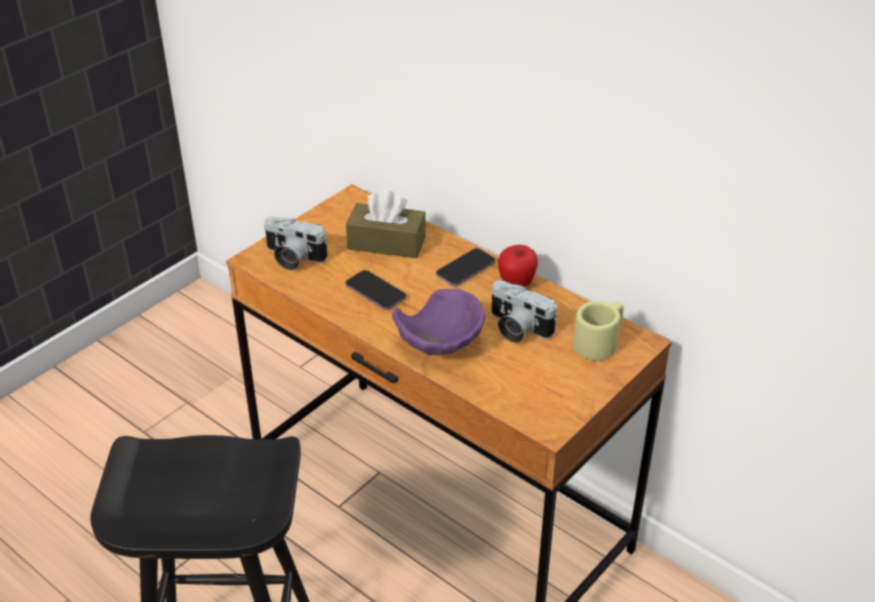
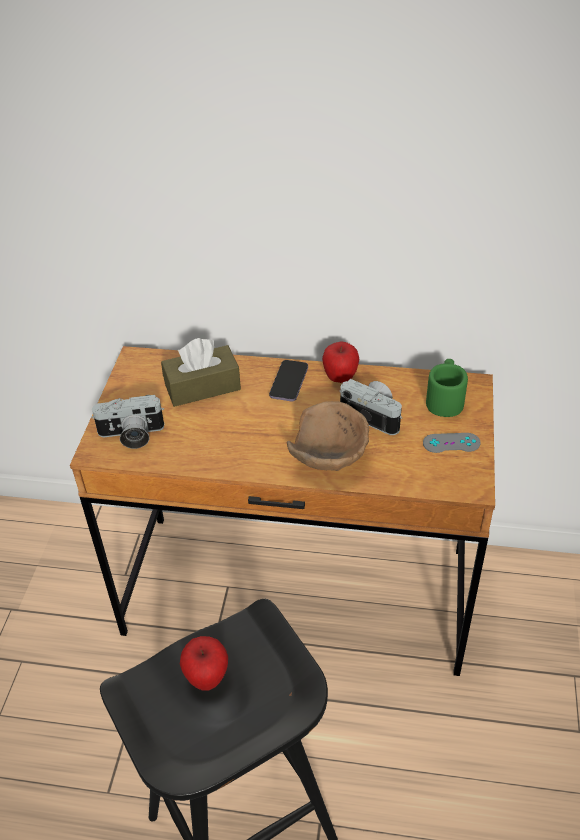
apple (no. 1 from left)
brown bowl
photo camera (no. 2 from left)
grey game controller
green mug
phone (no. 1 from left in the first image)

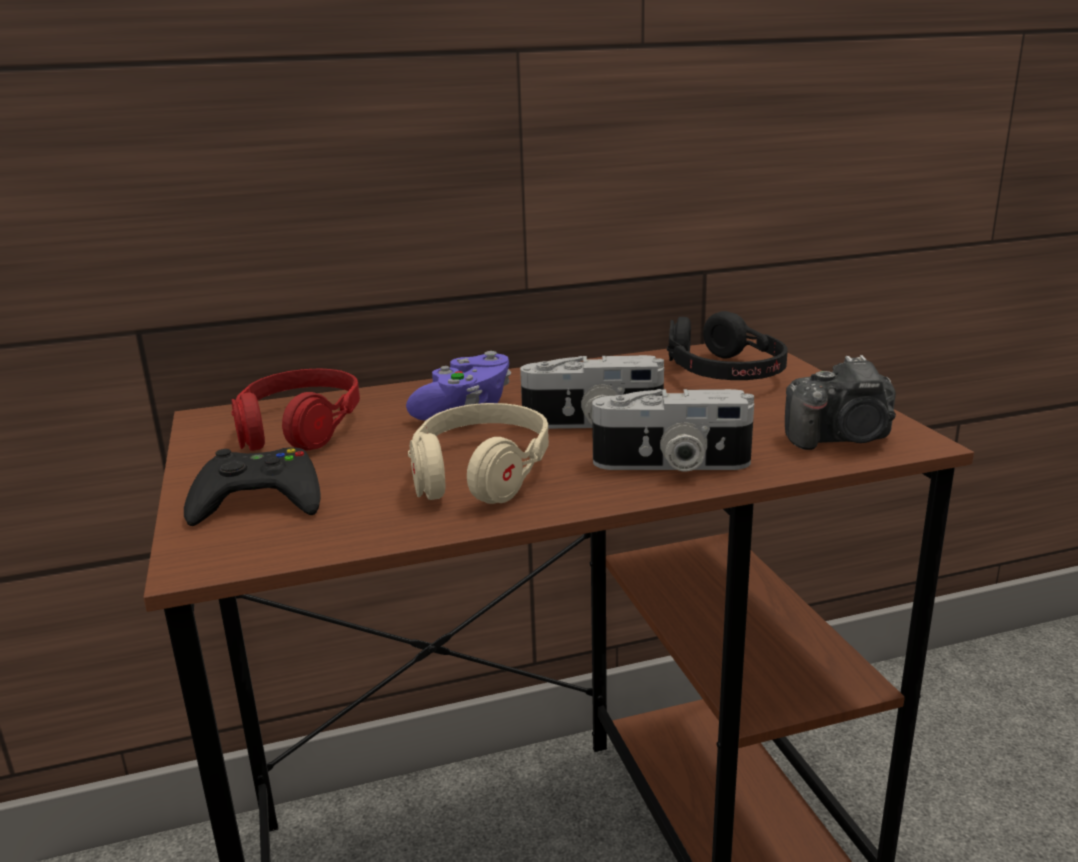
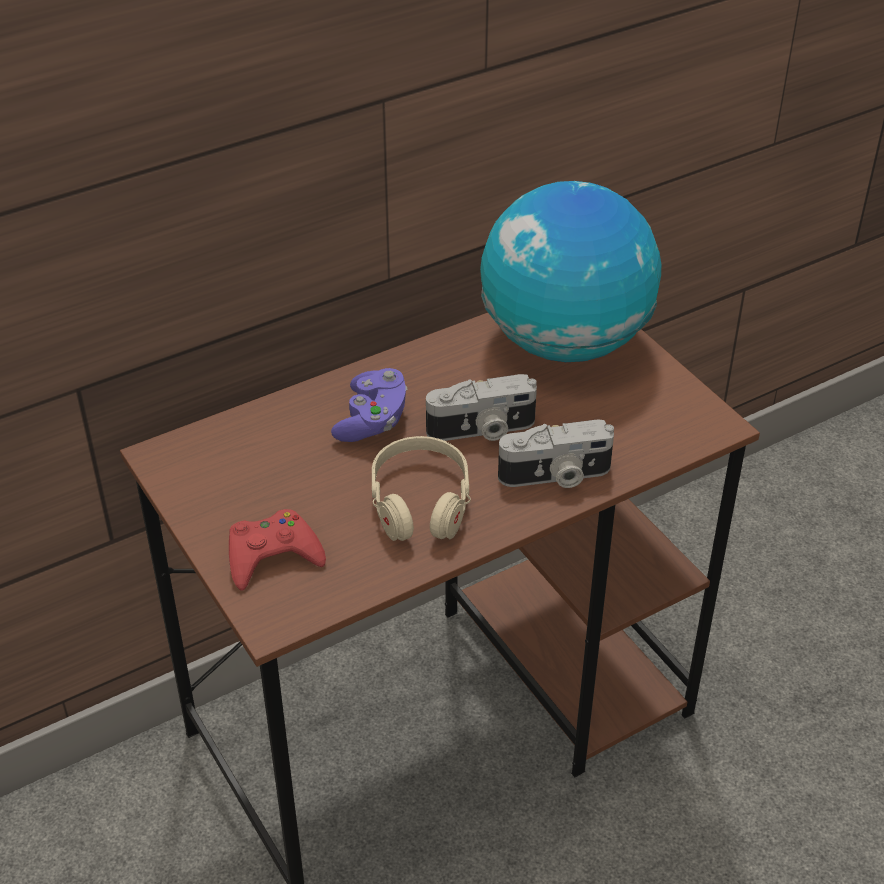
red game controller
globe
red headphones
photo camera (no. 3 from left in the first image)

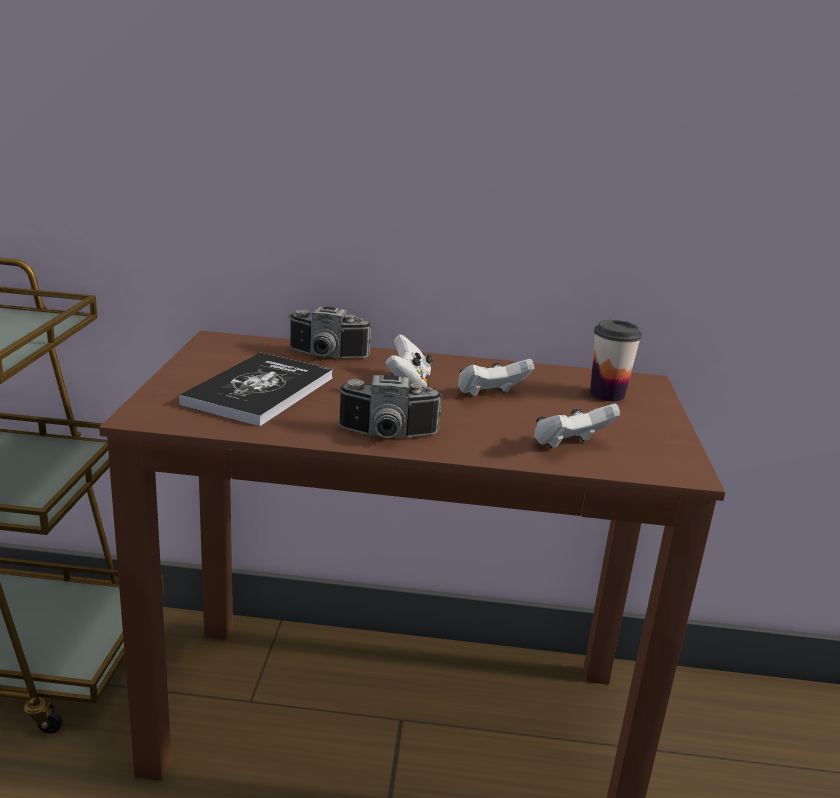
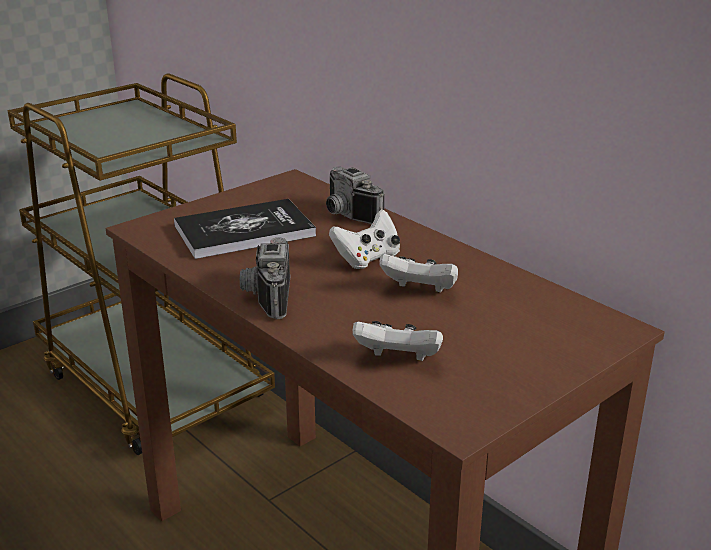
photo camera (no. 1 from left)
cup

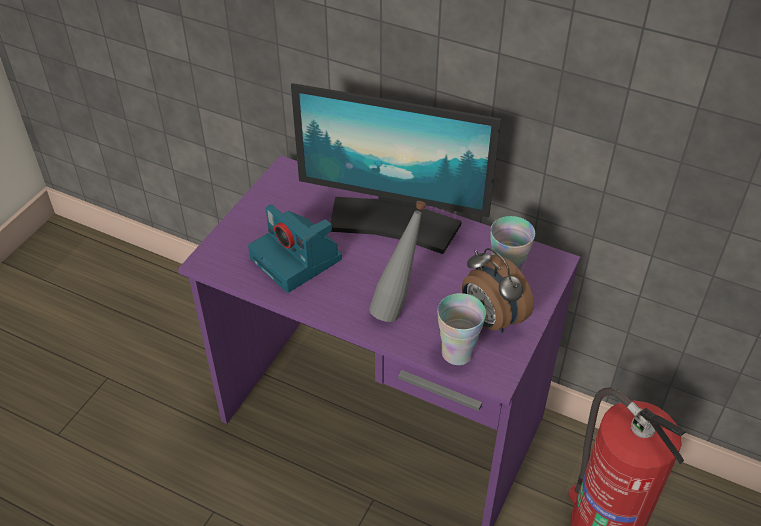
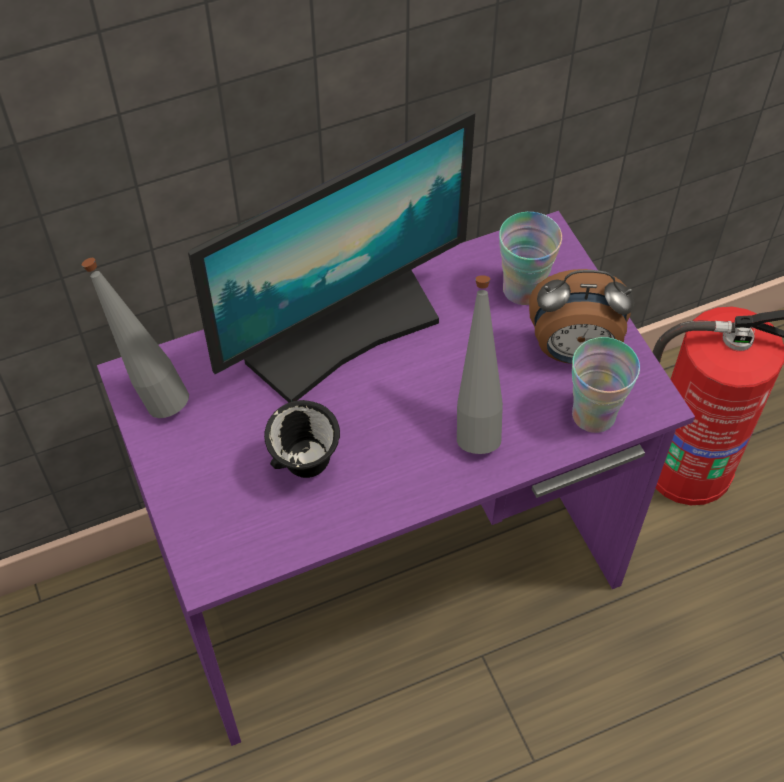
grey bottle (no. 1 from left)
black mug

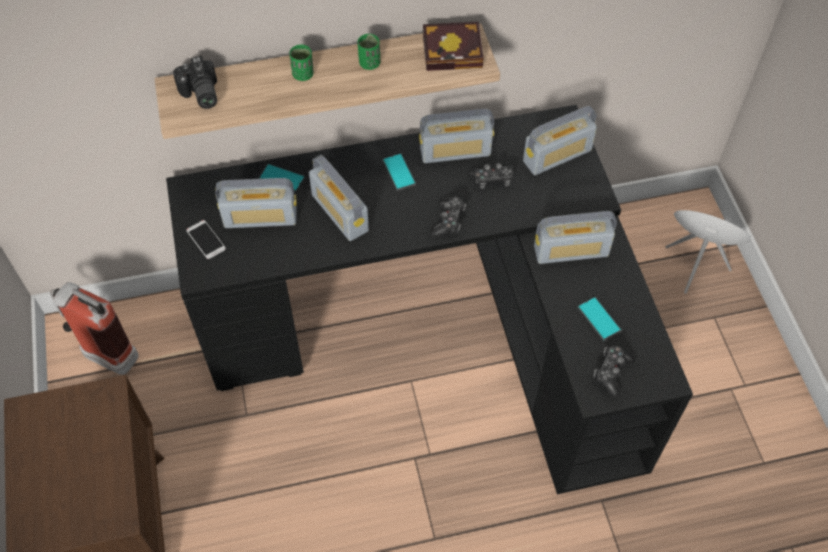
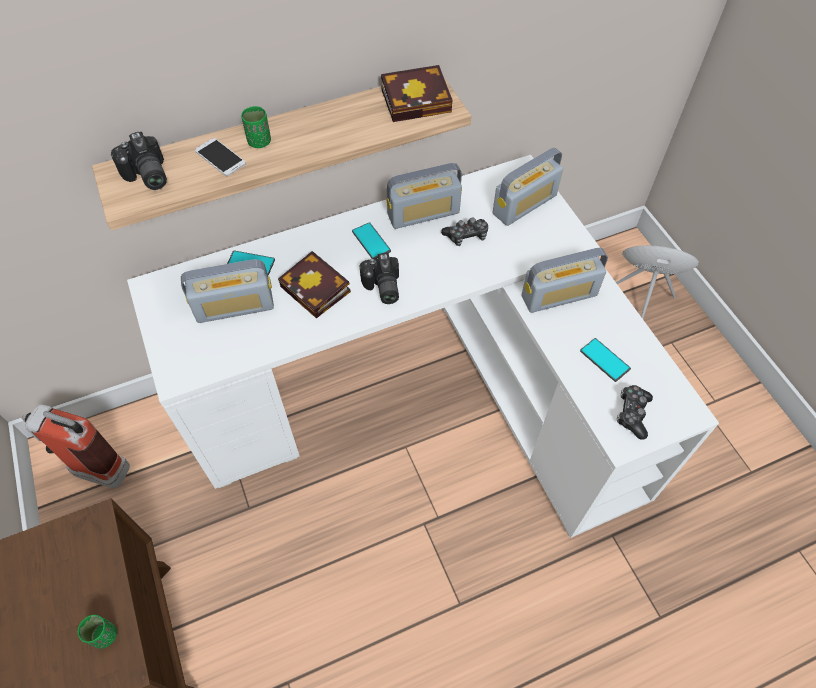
green cup (no. 1 from left)
white desk
phone (no. 1 from left)
book (no. 1 from left)
photo camera (no. 2 from left)
game controller (no. 1 from left in the first image)

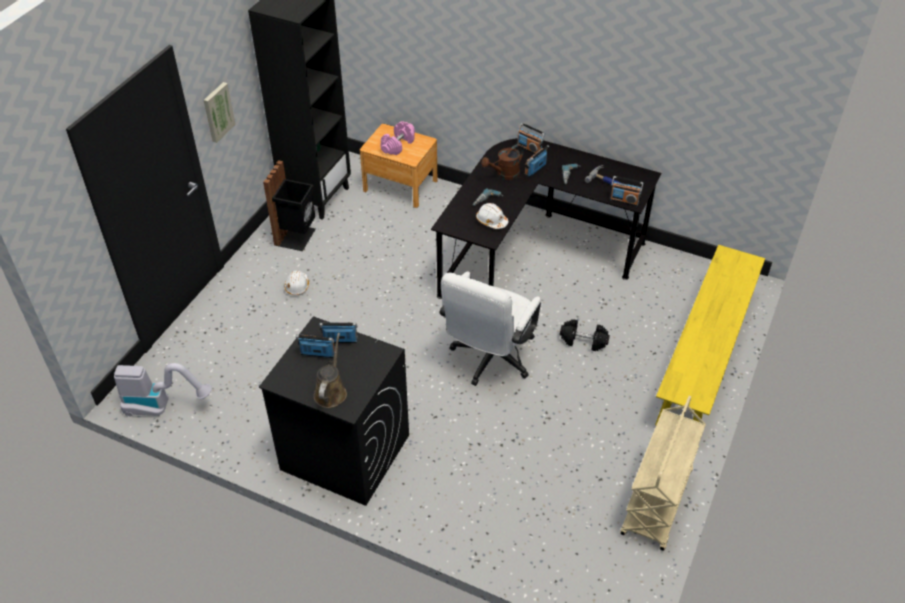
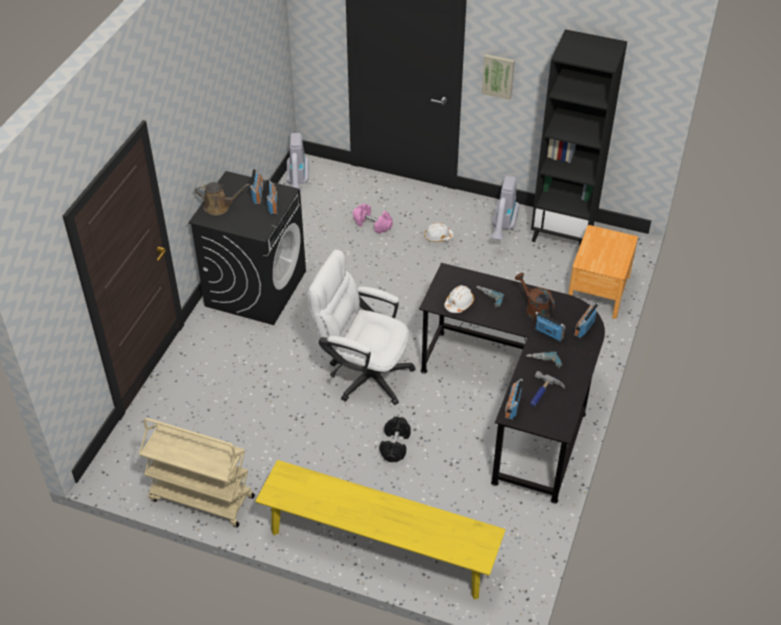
pink dumbbell
vacuum cleaner (no. 2 from left)

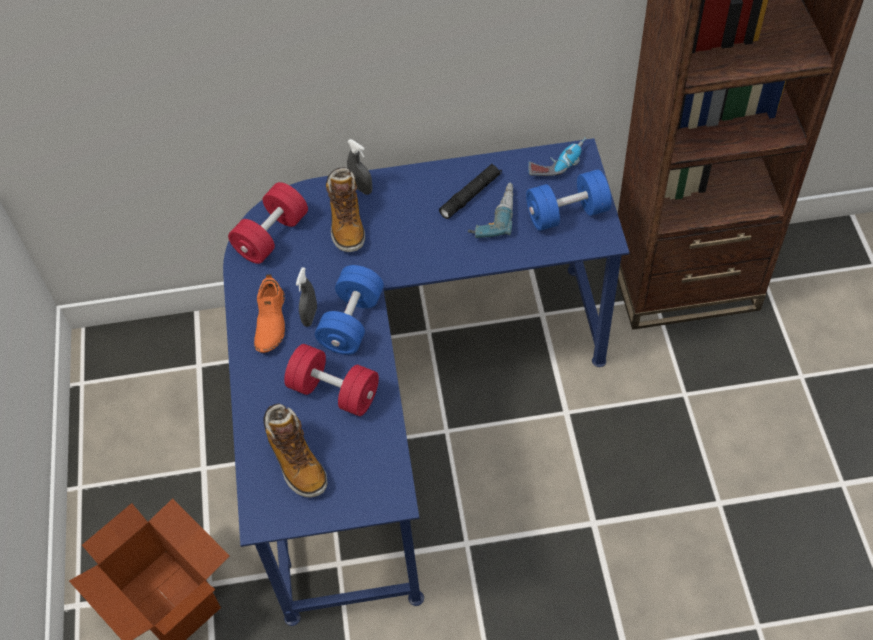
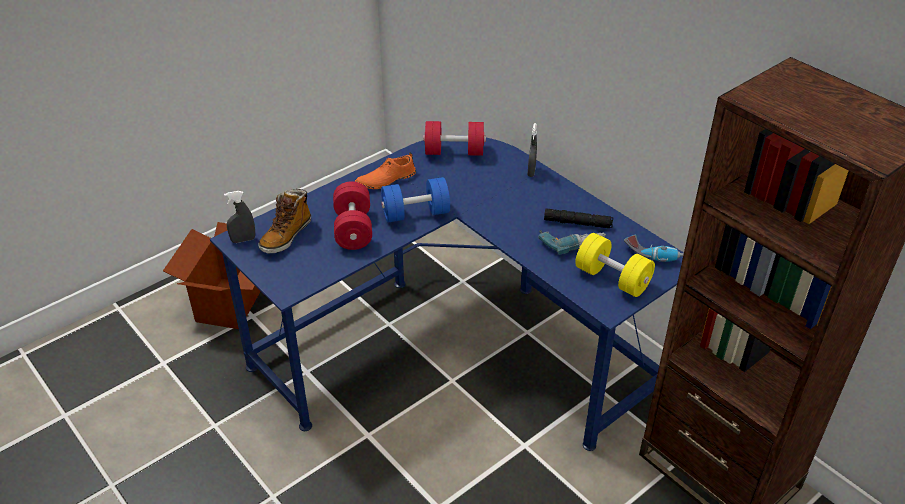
grey spray bottle (no. 1 from left)
yellow dumbbell
boot (no. 2 from left in the first image)

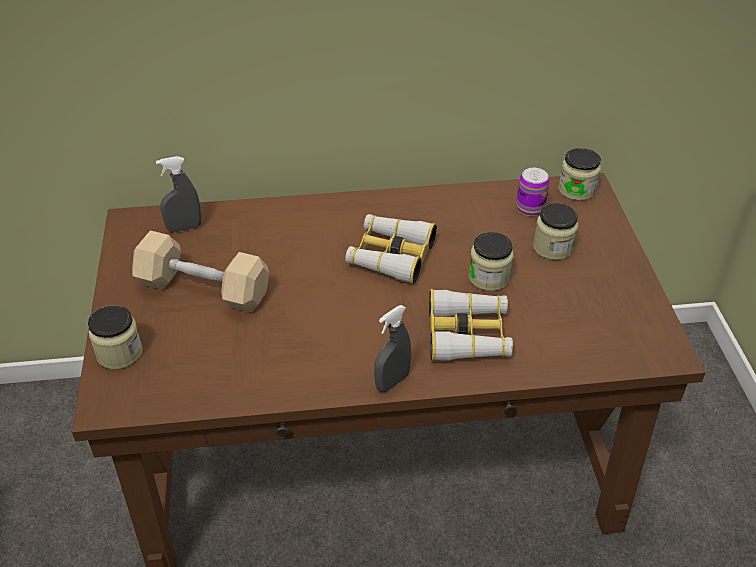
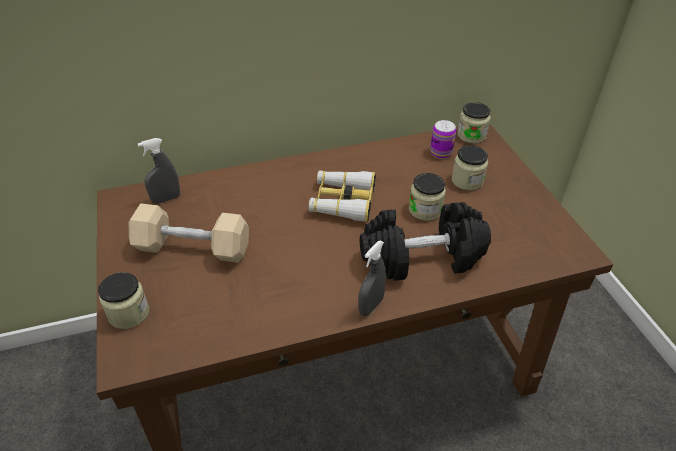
black dumbbell

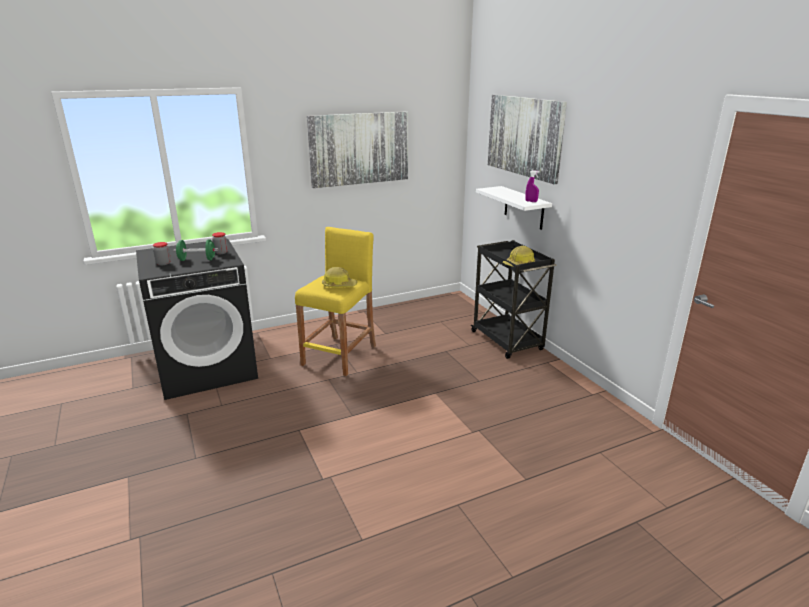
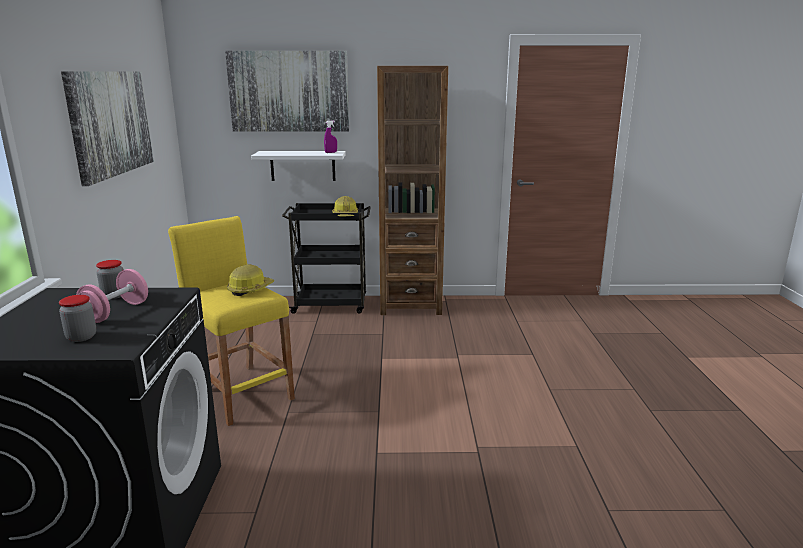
pink dumbbell
brown bookcase

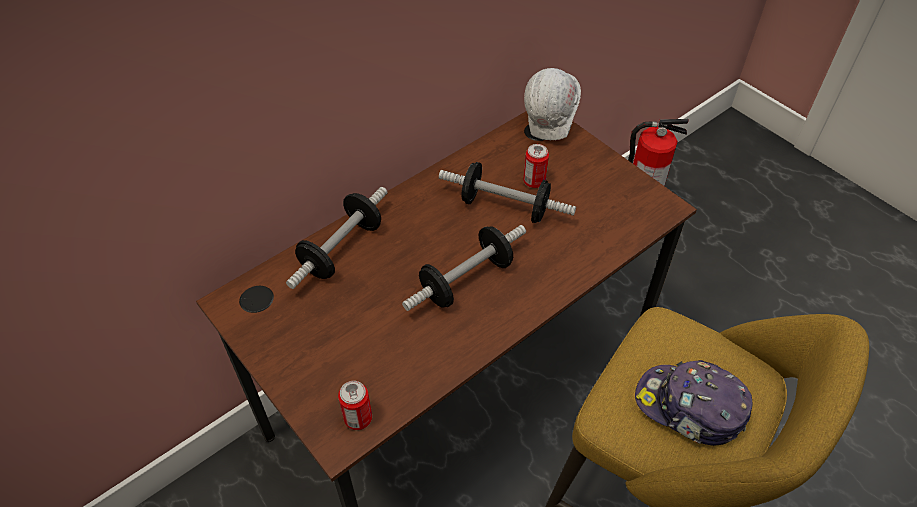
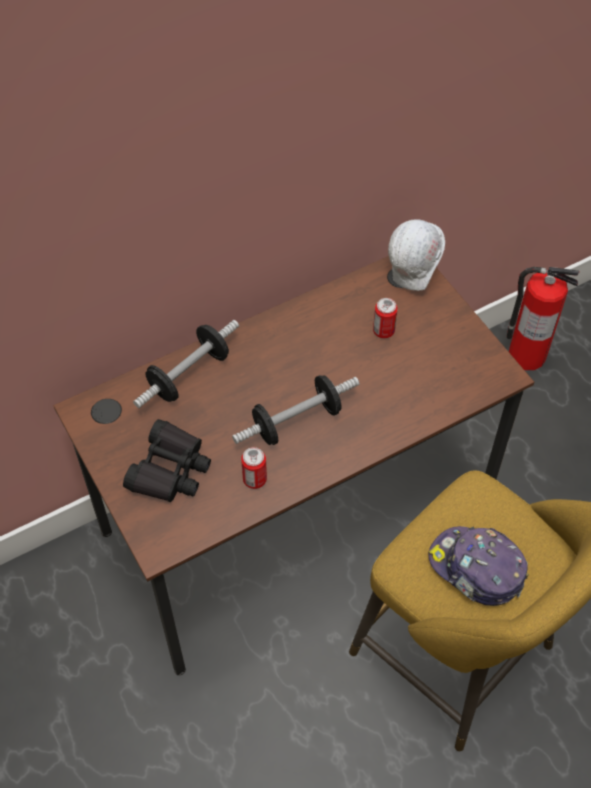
black binoculars
can (no. 1 from left)
dumbbell (no. 3 from left in the first image)

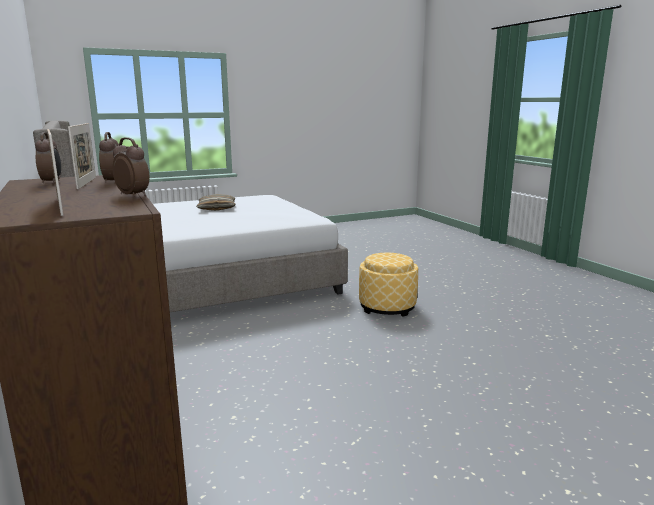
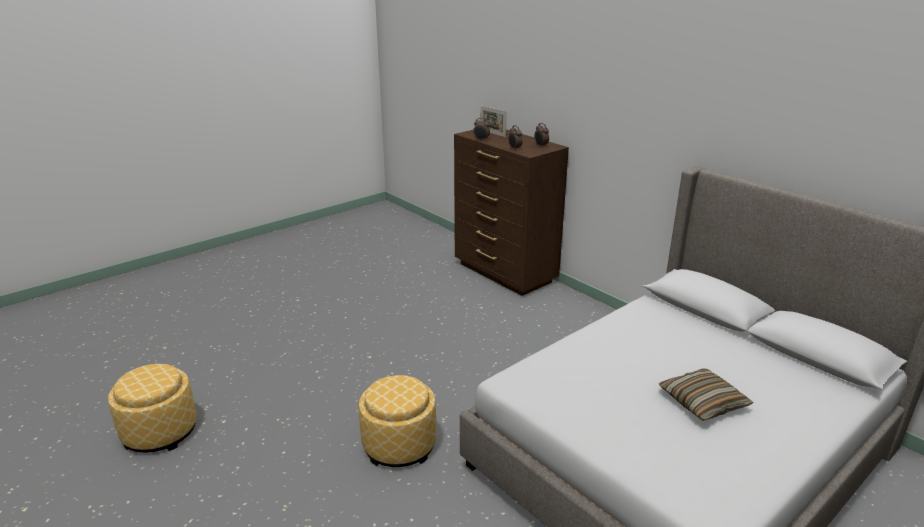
ottoman (no. 1 from left)
picture frame (no. 2 from left in the first image)

